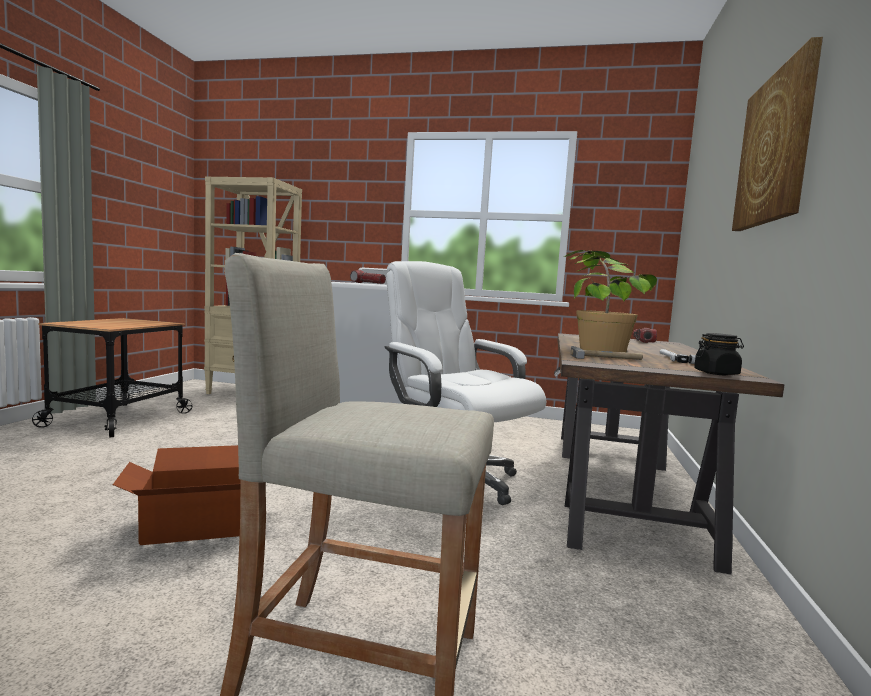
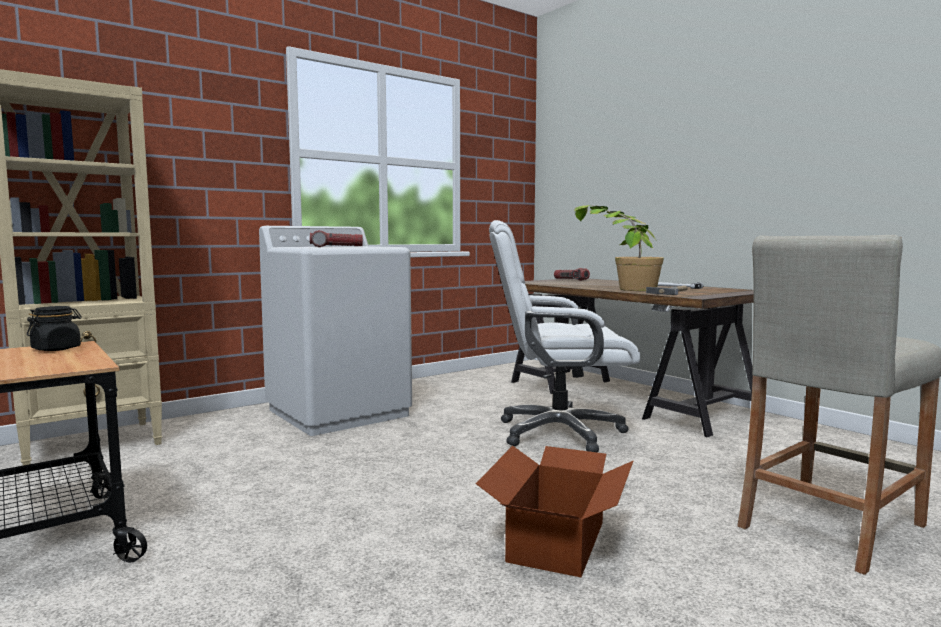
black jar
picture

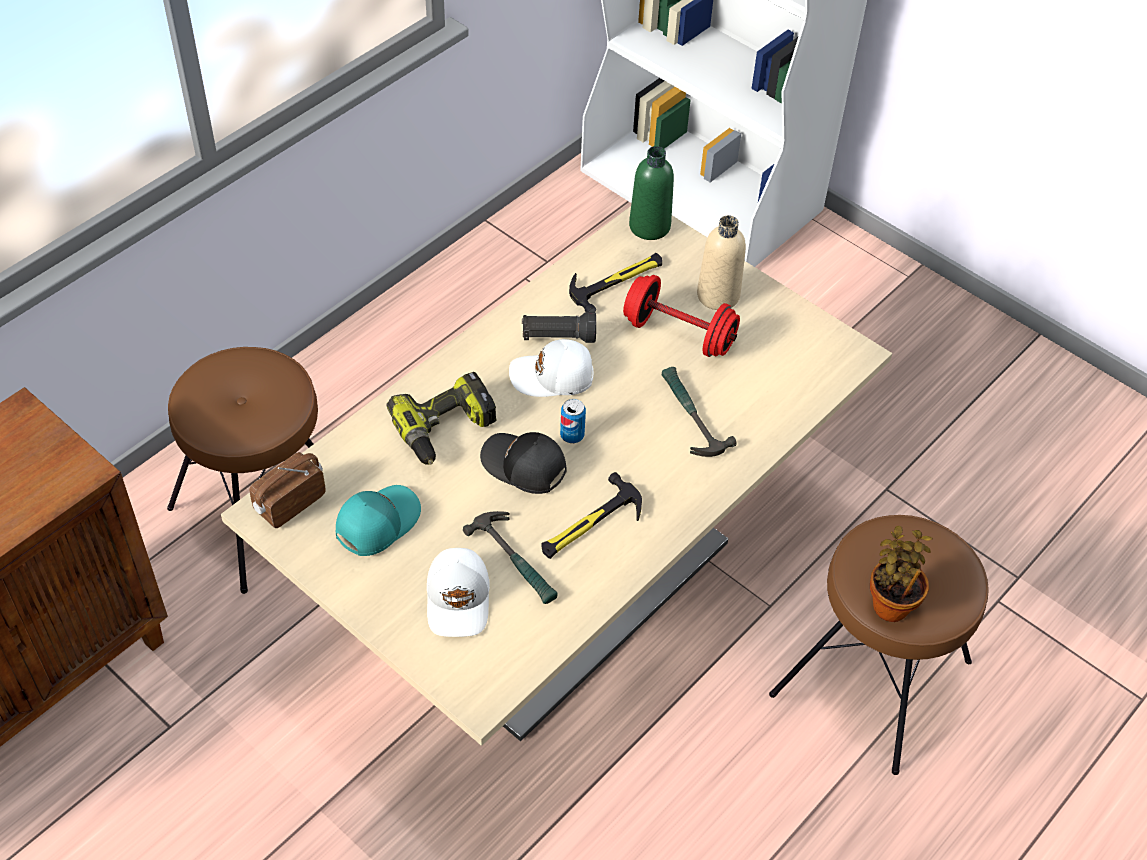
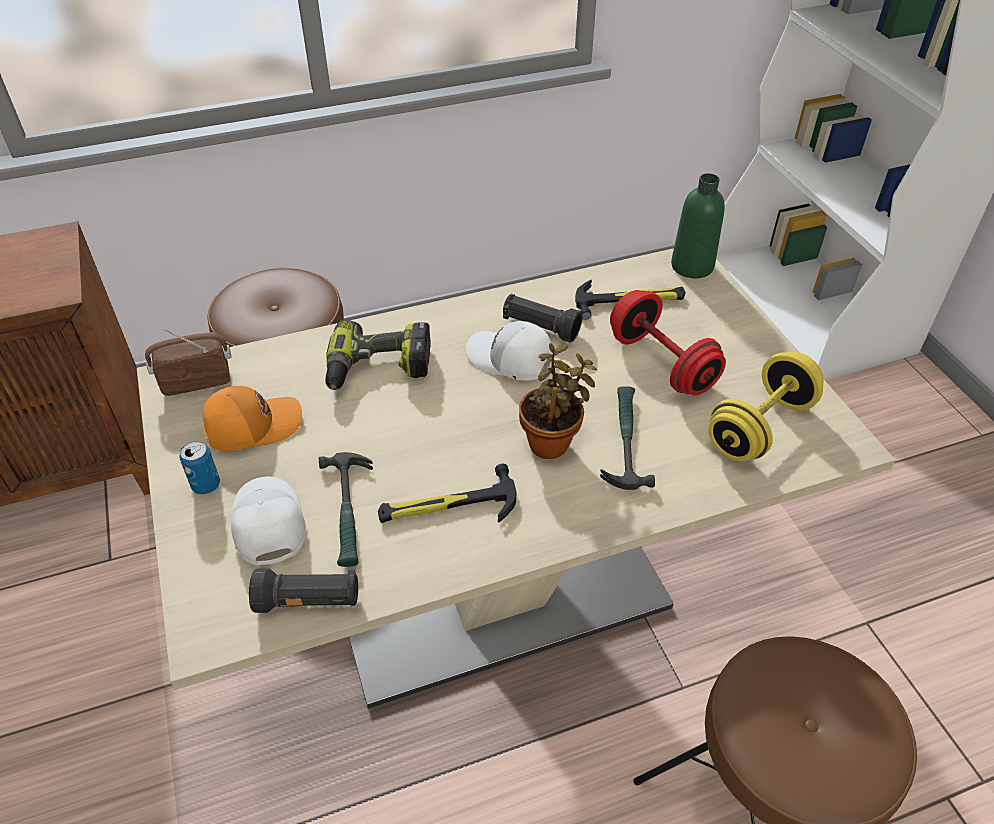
can
orange cap
white cap (no. 1 from left)
black flashlight (no. 1 from left)
potted plant
yellow dumbbell
black cap
beige bottle

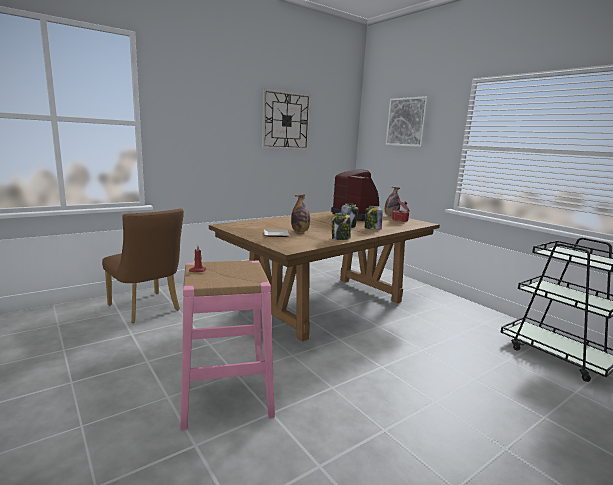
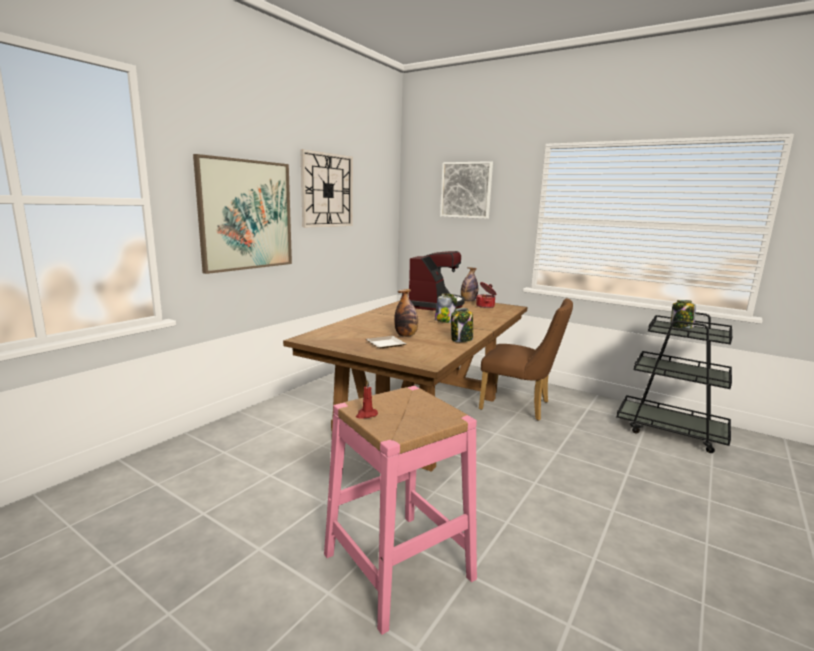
picture (no. 1 from left)
coffee machine
brown chair
jar (no. 3 from left)

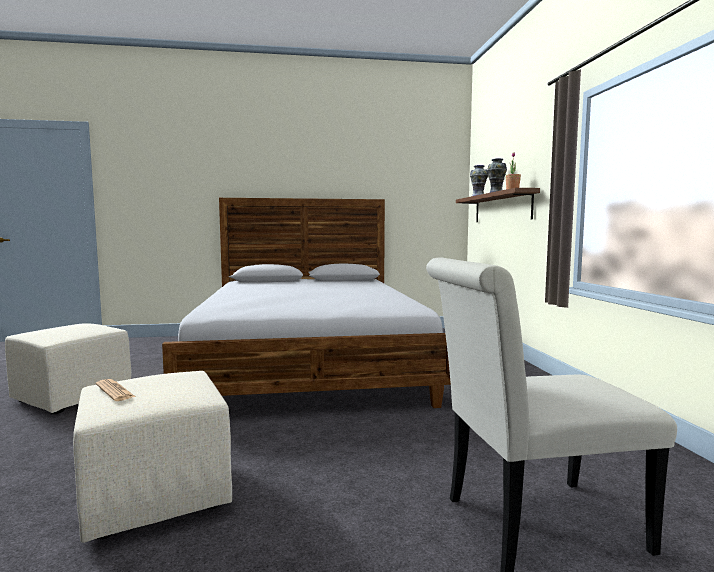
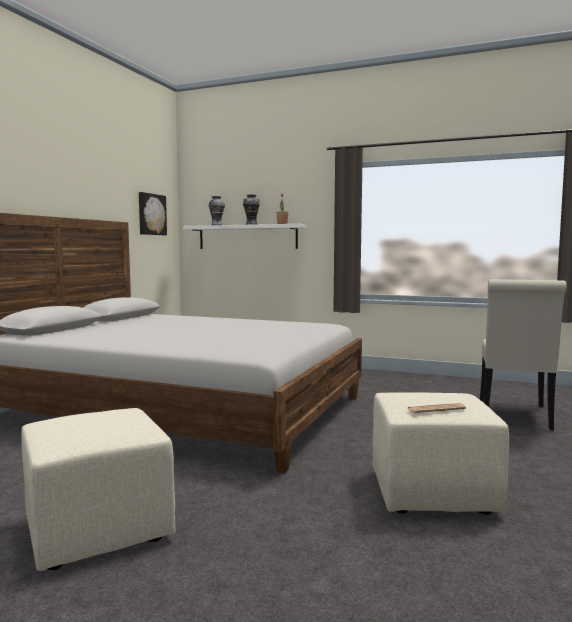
picture
white shelf

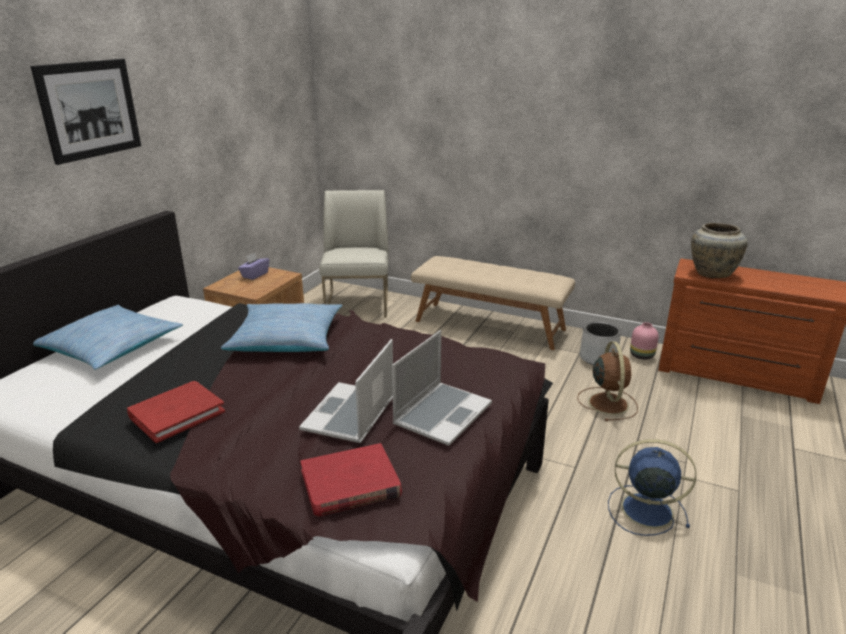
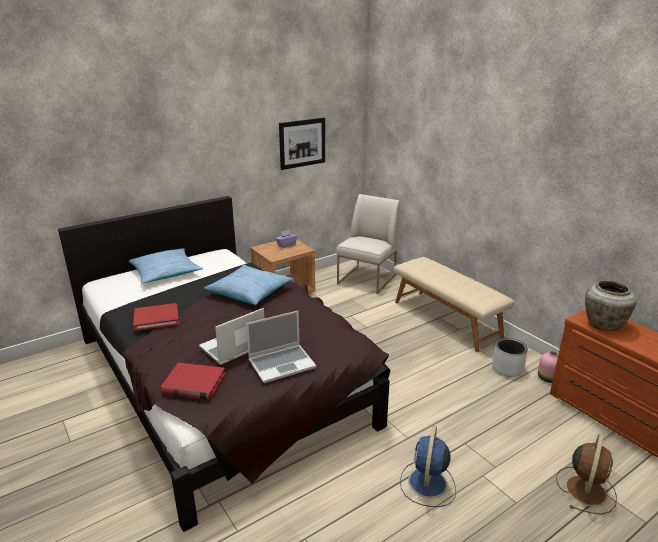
picture
blue fan
brown fan

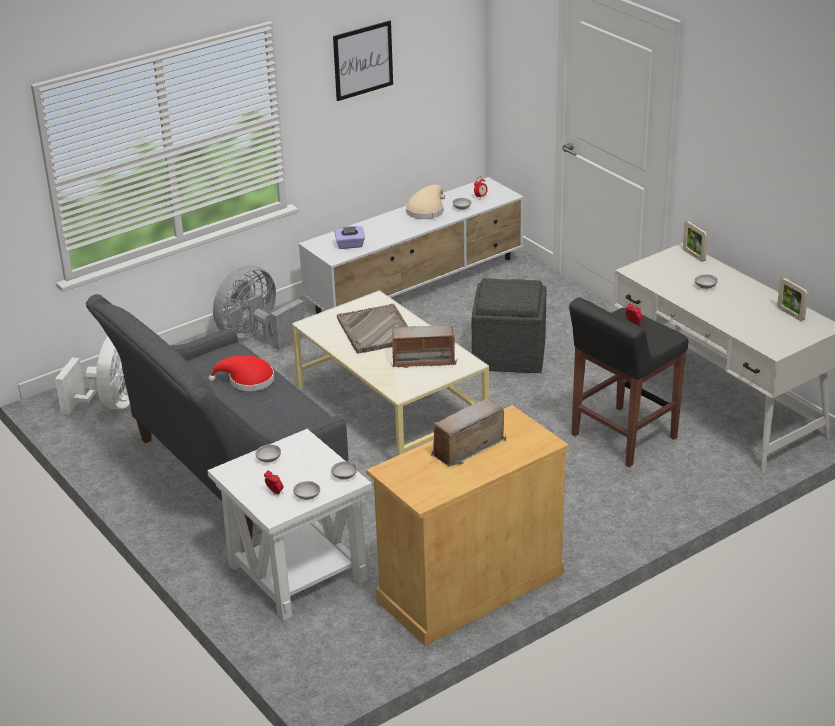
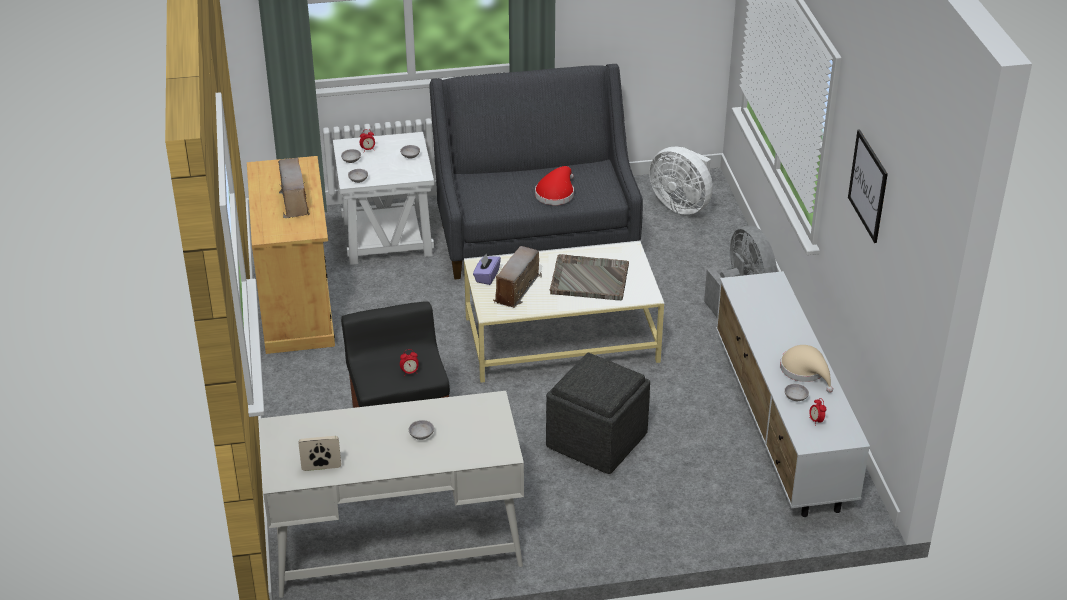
purple tissue box
picture frame (no. 1 from left in the first image)

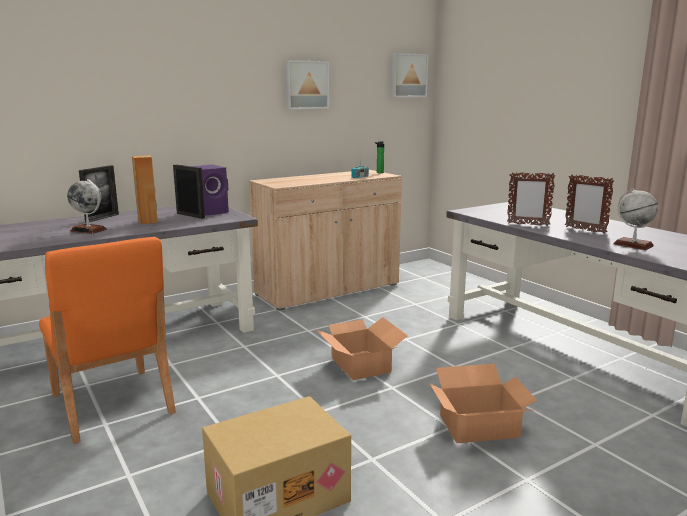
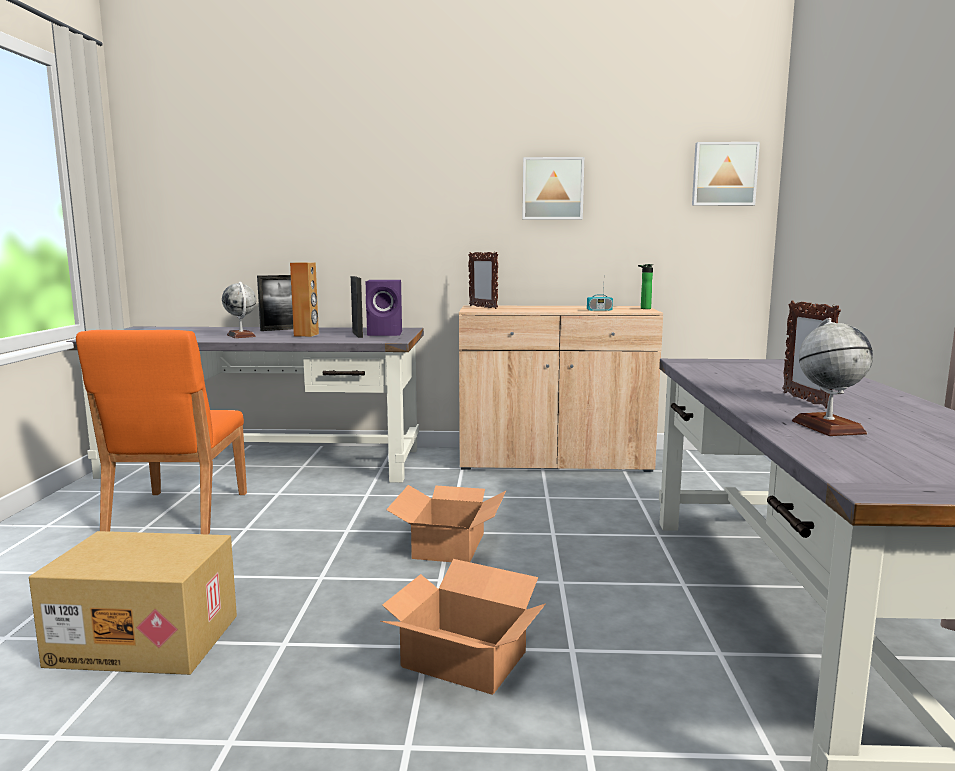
picture frame (no. 3 from left)

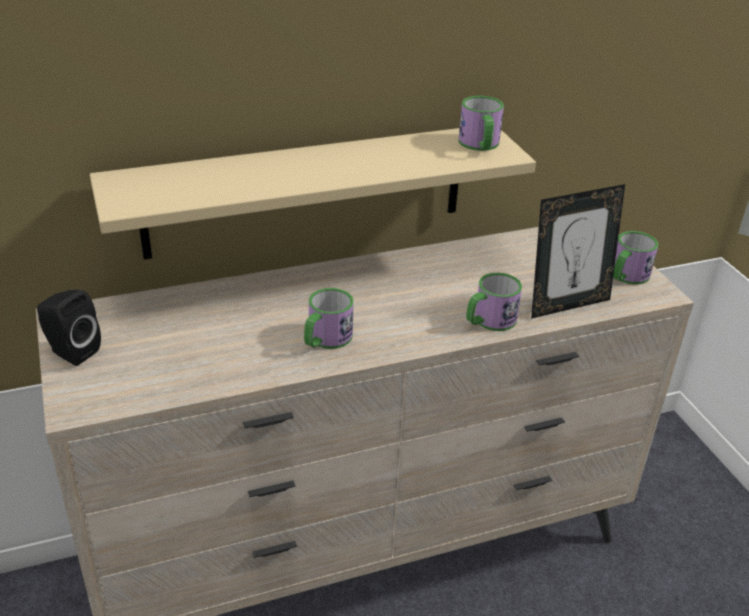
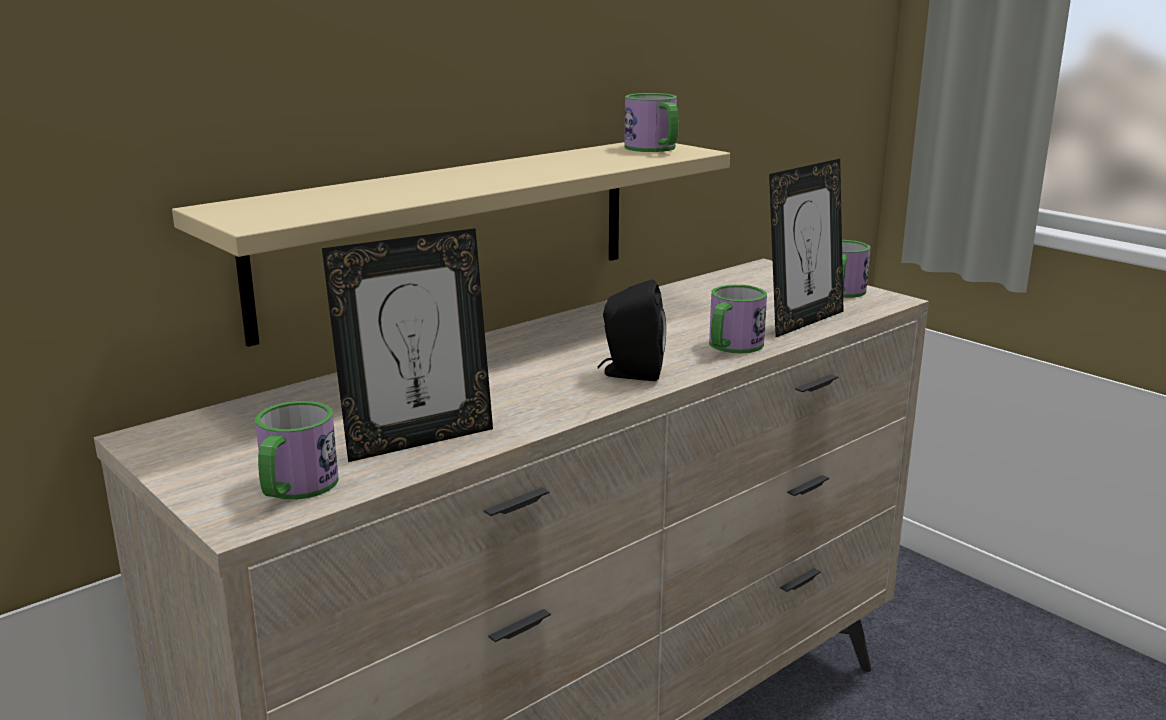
mug (no. 1 from left)
picture frame (no. 1 from left)
black speaker

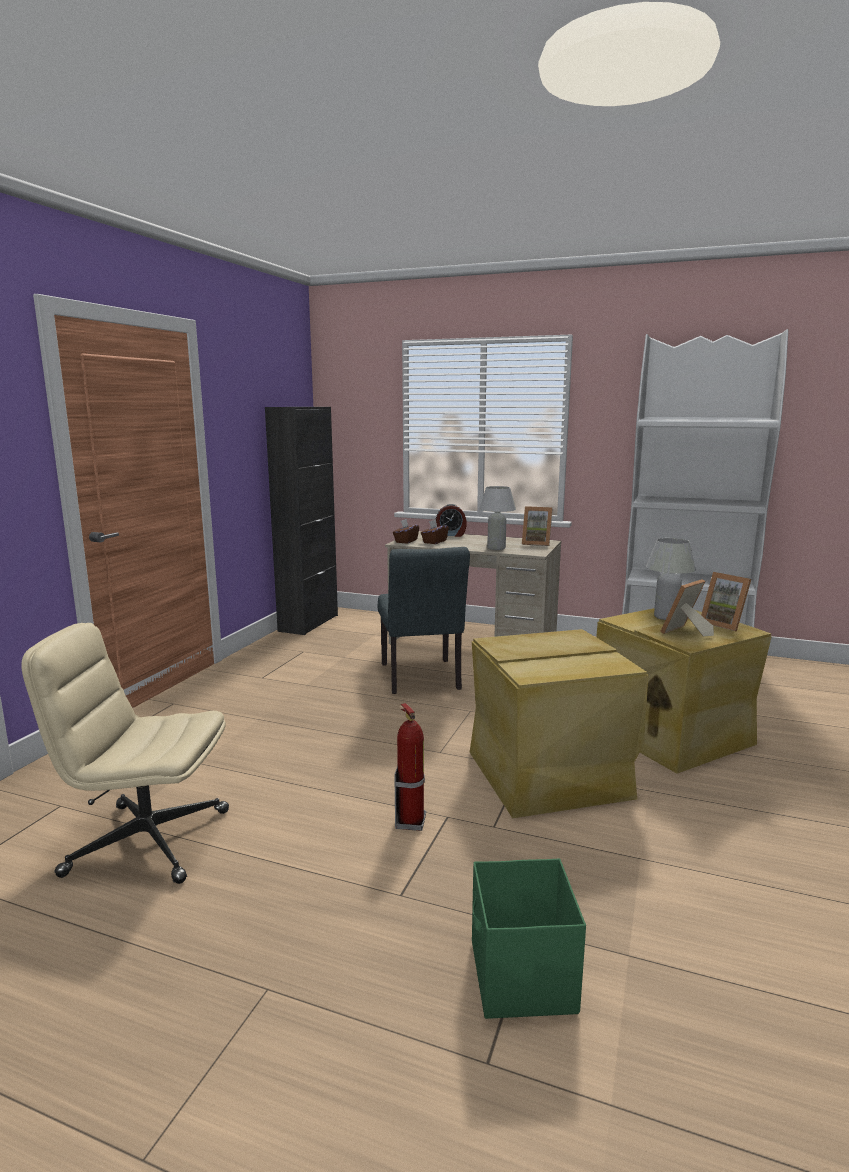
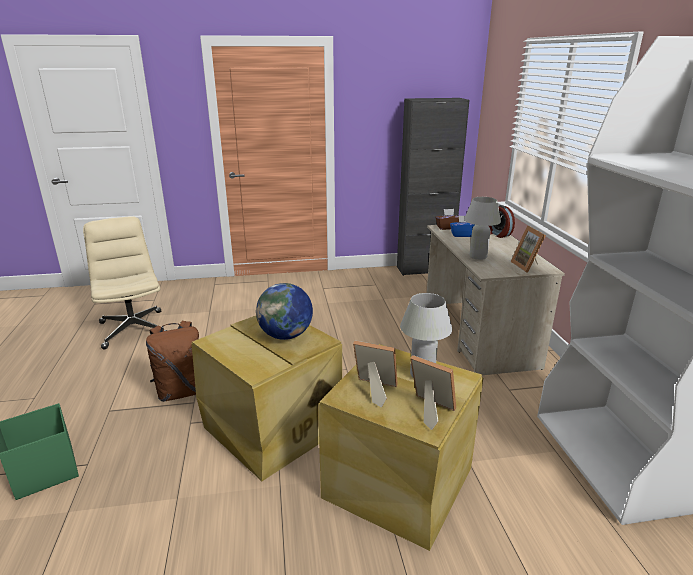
brown backpack
globe
picture frame (no. 2 from left)
blue tissue box
grey chair

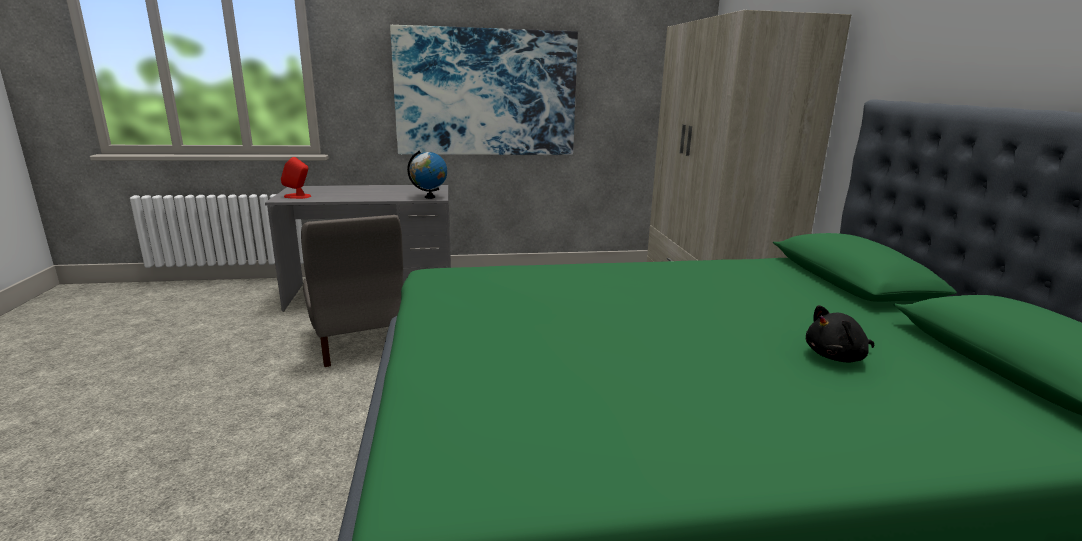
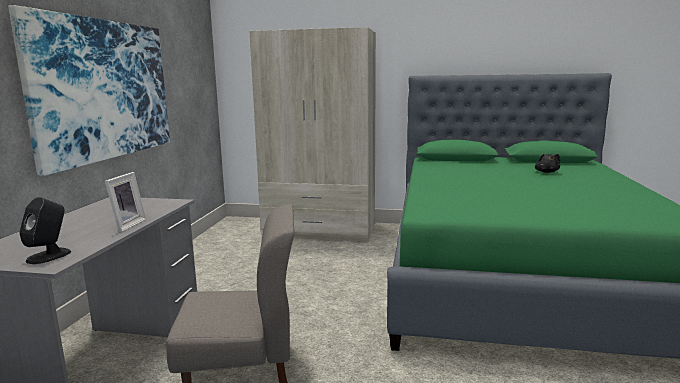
black speaker
picture frame
globe

